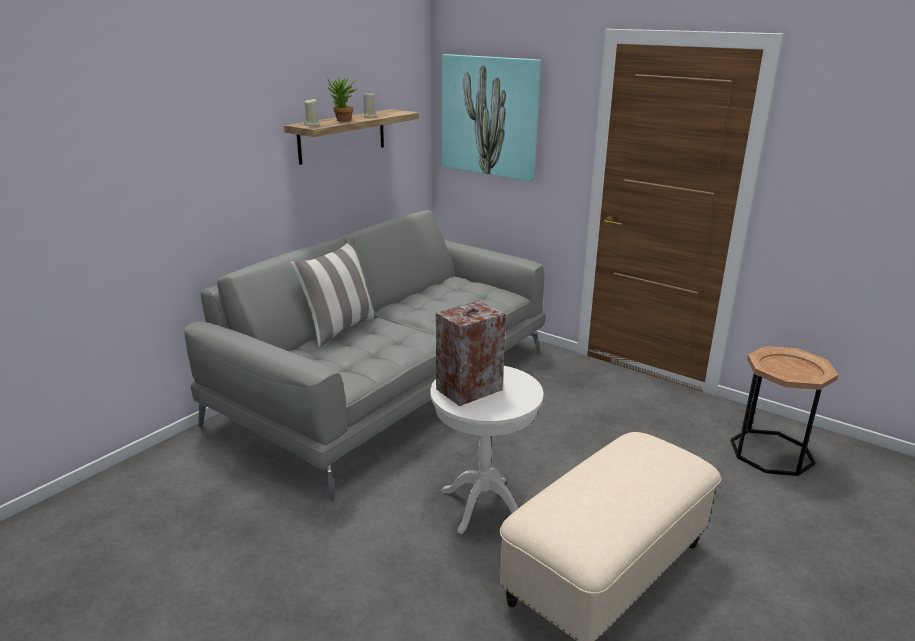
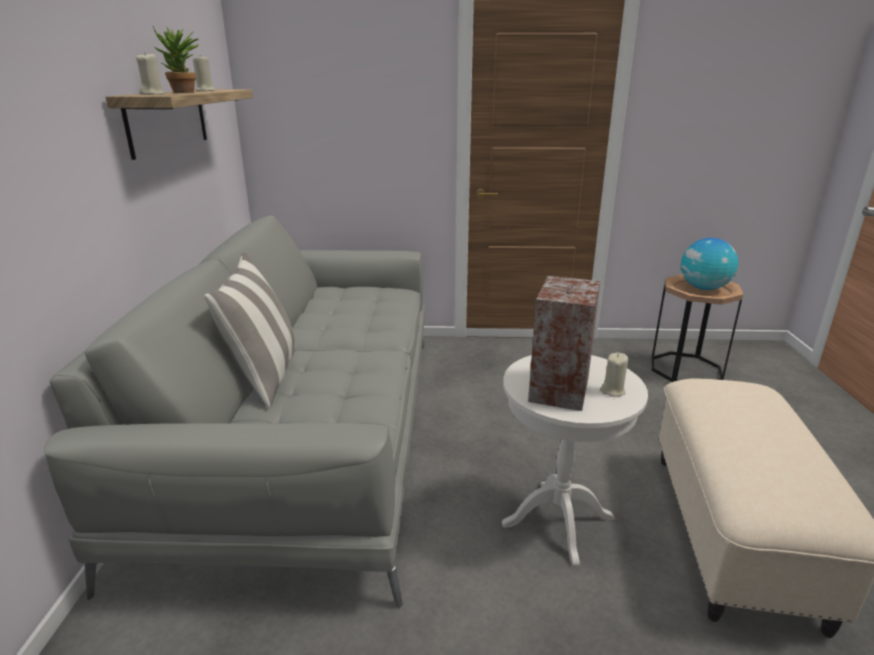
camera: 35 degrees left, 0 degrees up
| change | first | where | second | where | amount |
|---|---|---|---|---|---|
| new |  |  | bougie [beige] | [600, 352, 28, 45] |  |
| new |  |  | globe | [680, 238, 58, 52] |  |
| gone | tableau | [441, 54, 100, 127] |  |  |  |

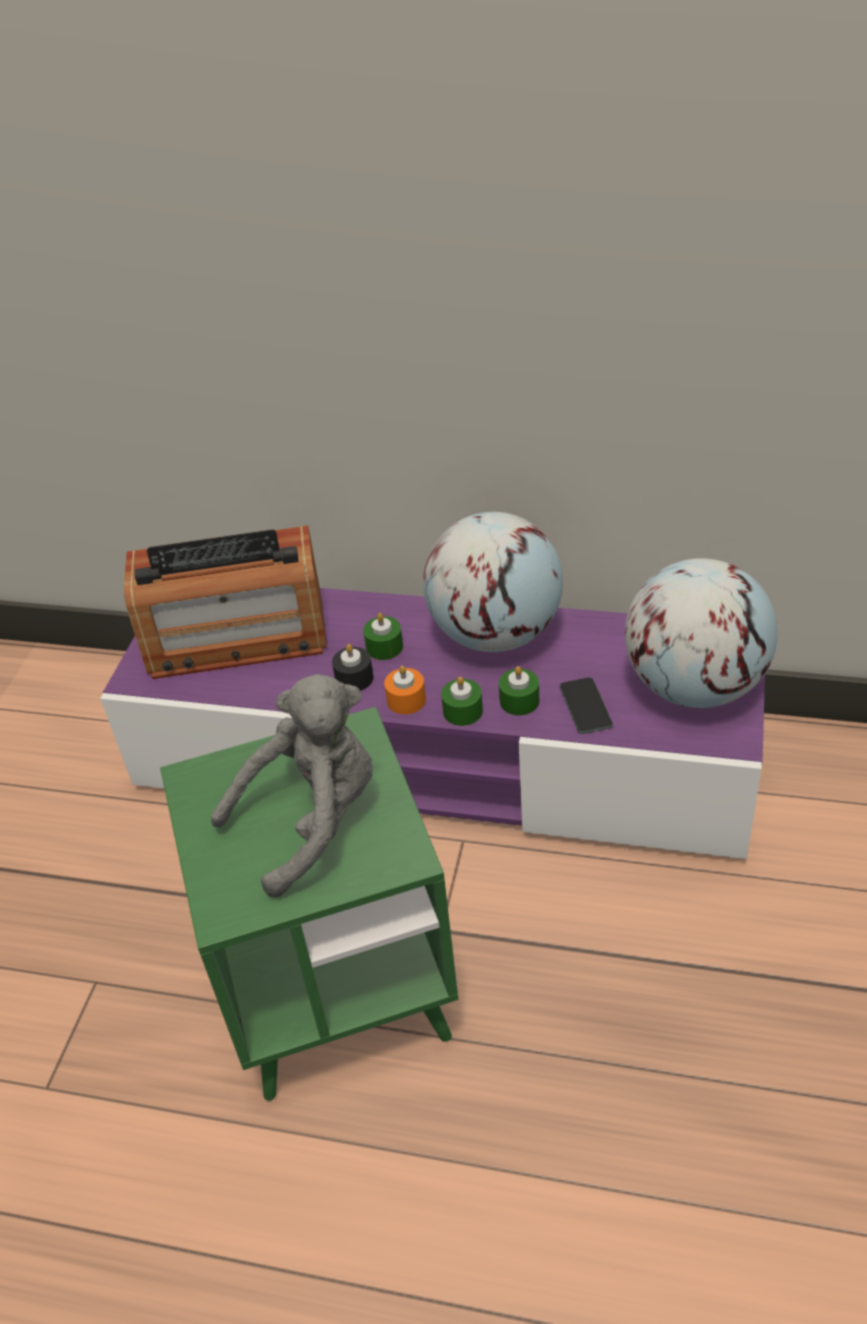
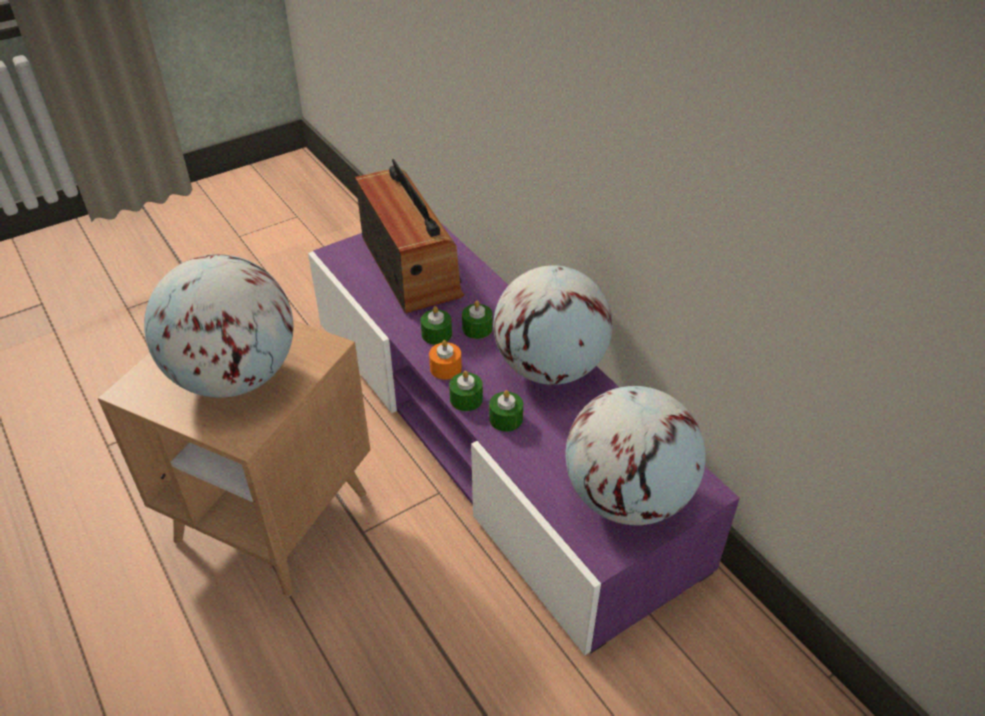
camera: 40 degrees right, 0 degrees up
| change | first | where | second | where | amount |
|---|---|---|---|---|---|
| repainted | table d'appoint [vert] | [160, 707, 298, 394] | table d'appoint [marron] | [98, 320, 273, 277] |  |
| swapped | peluche [gris] | [211, 674, 162, 224] | globe | [144, 254, 149, 144] |  |
| rotated | radio | [124, 525, 203, 154] |  | [355, 159, 109, 154] | 150 degrees counterclockwise |
| repainted | bougie [noir] | [332, 644, 42, 47] | bougie [vert] | [421, 306, 31, 39] |  |
| gone | téléphone | [560, 677, 53, 57] |  |  |  |

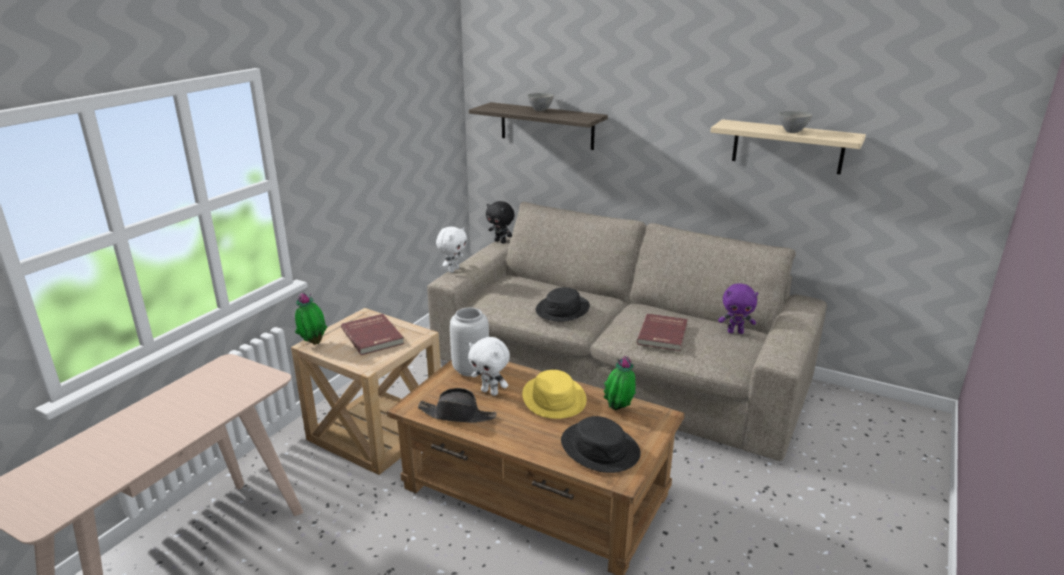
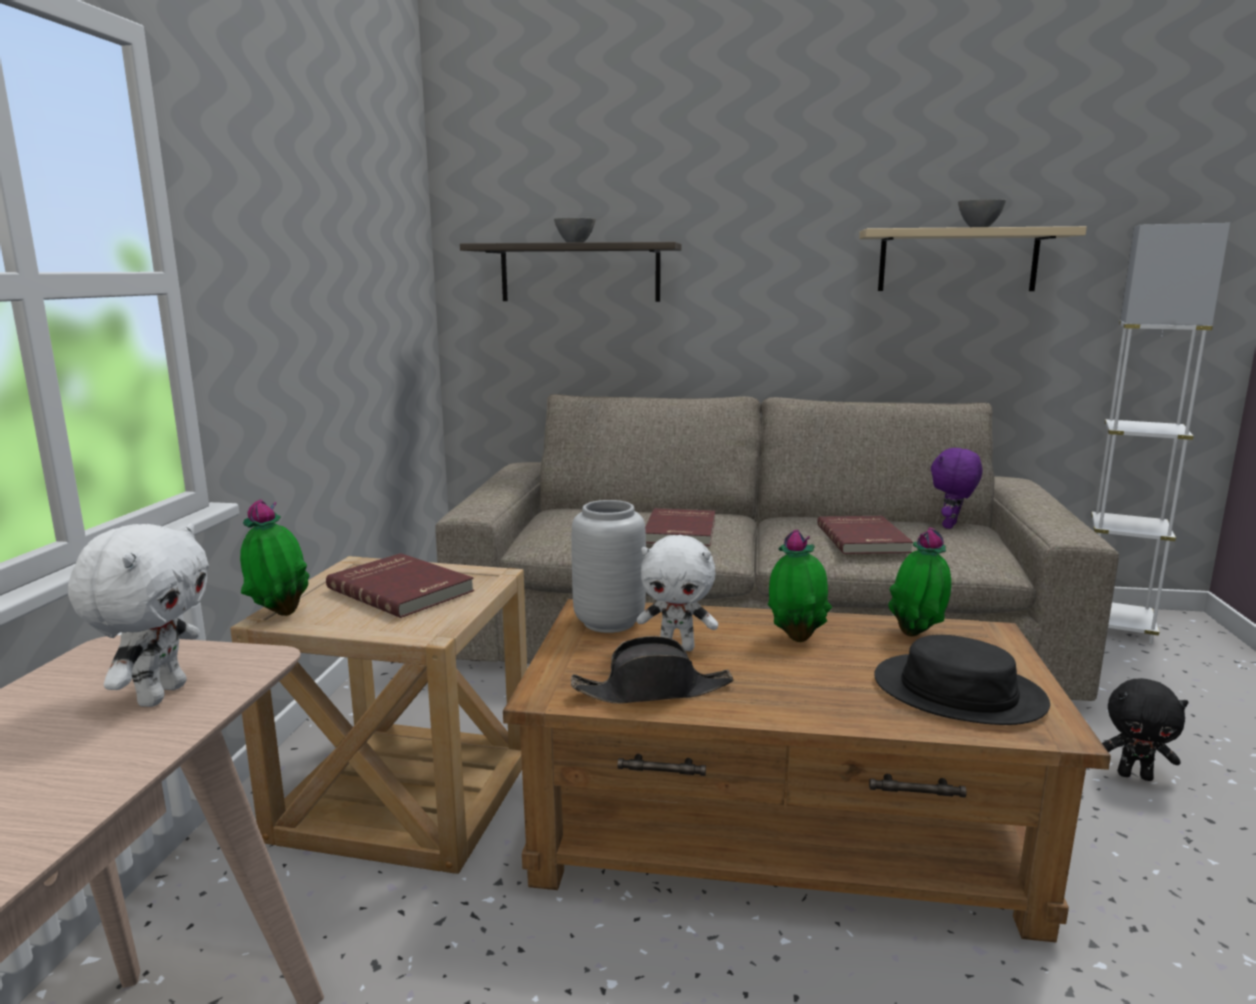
camera: 20 degrees left, 10 degrees down
| change | first | where | second | where | amount |
|---|---|---|---|---|---|
| shifted | peluche [blanc] | [436, 226, 31, 47] |  | [68, 523, 141, 184] |  |
| swapped | chapeau [noir] | [535, 287, 55, 35] | livre [rouge] | [645, 508, 70, 38] |  |
| swapped | chapeau [jaune] | [522, 370, 65, 49] | plante en pot | [768, 529, 64, 113] |  |
| rotated | peluche [violet] | [718, 283, 40, 51] |  | [931, 448, 51, 81] | 135 degrees clockwise |
| new |  |  | lampadaire [blanc] | [1091, 223, 139, 421] |  |
| shifted | peluche [noir] | [486, 201, 29, 43] |  | [1102, 678, 86, 103] |  |

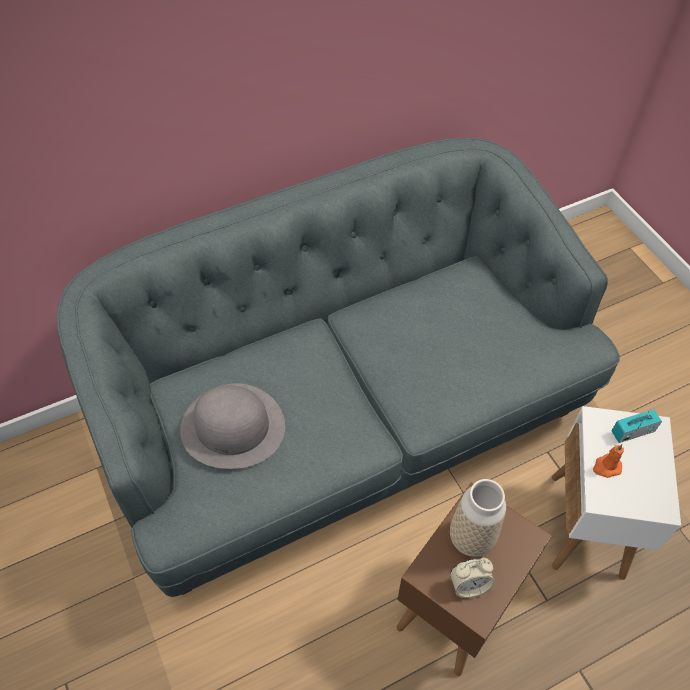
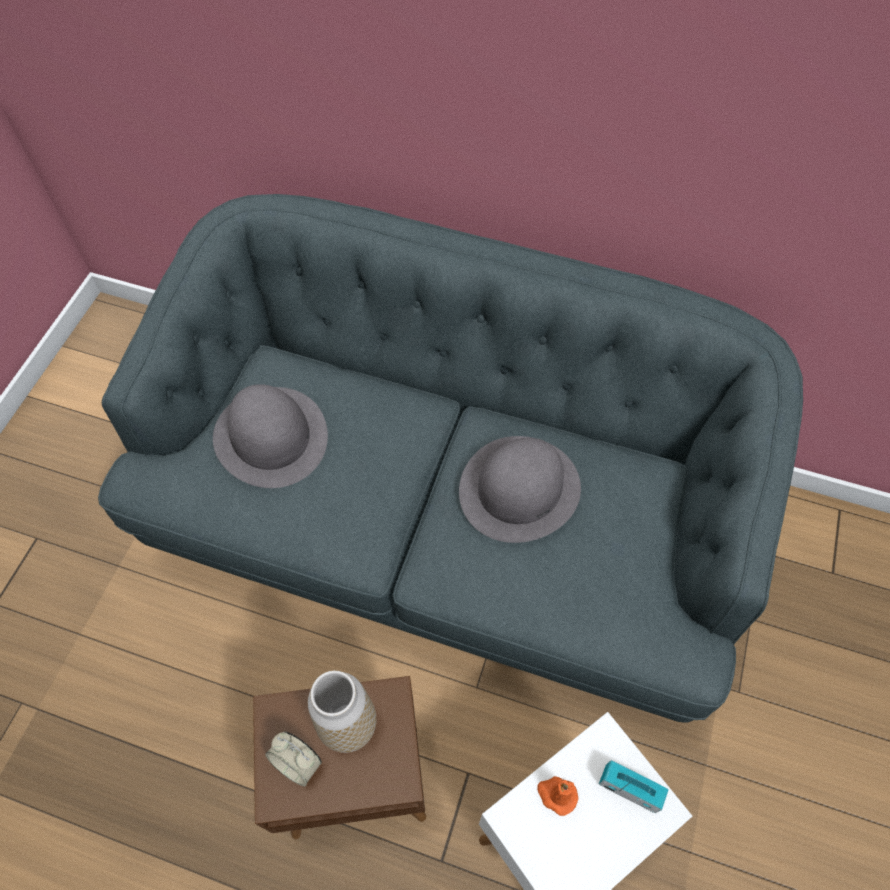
camera: 45 degrees right, 5 degrees up
| change | first | where | second | where | amount |
|---|---|---|---|---|---|
| new |  |  | chapeau [gris] | [459, 436, 122, 107] |  |

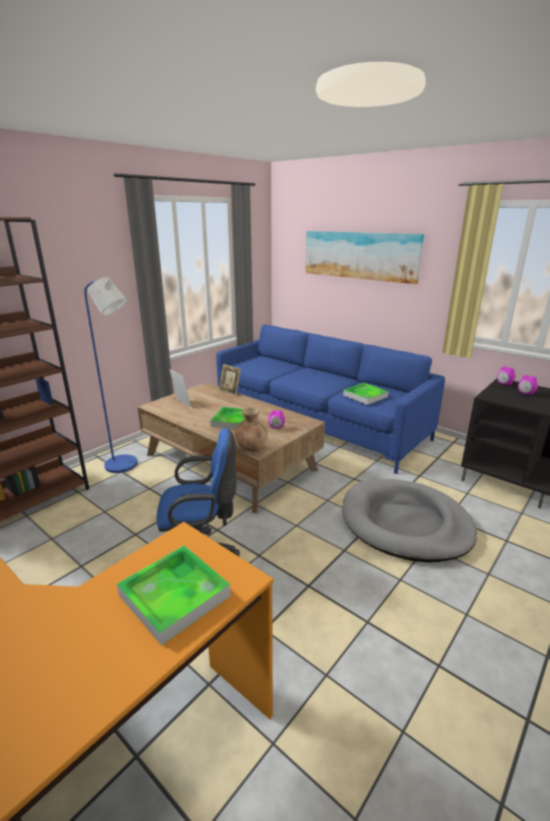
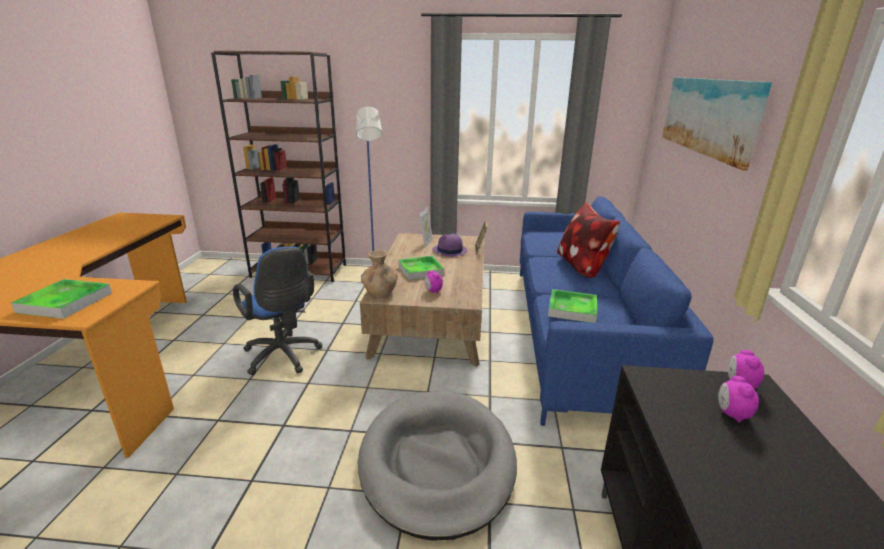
camera: 55 degrees right, 0 degrees up
| change | first | where | second | where | amount |
|---|---|---|---|---|---|
| new |  |  | chapeau [violet] | [432, 234, 36, 23] |  |
| new |  |  | coussin | [557, 202, 63, 76] |  |

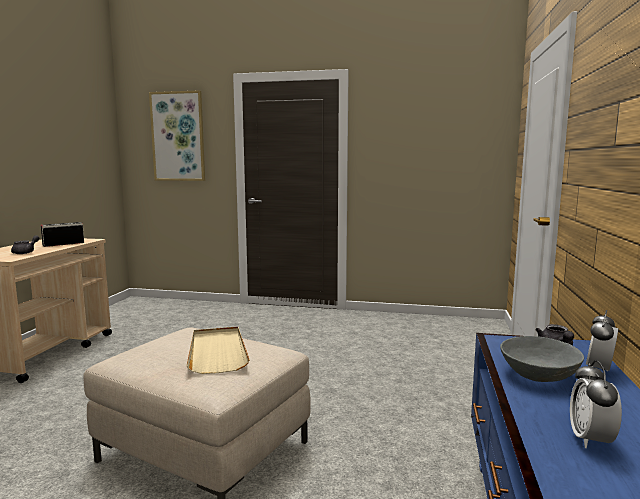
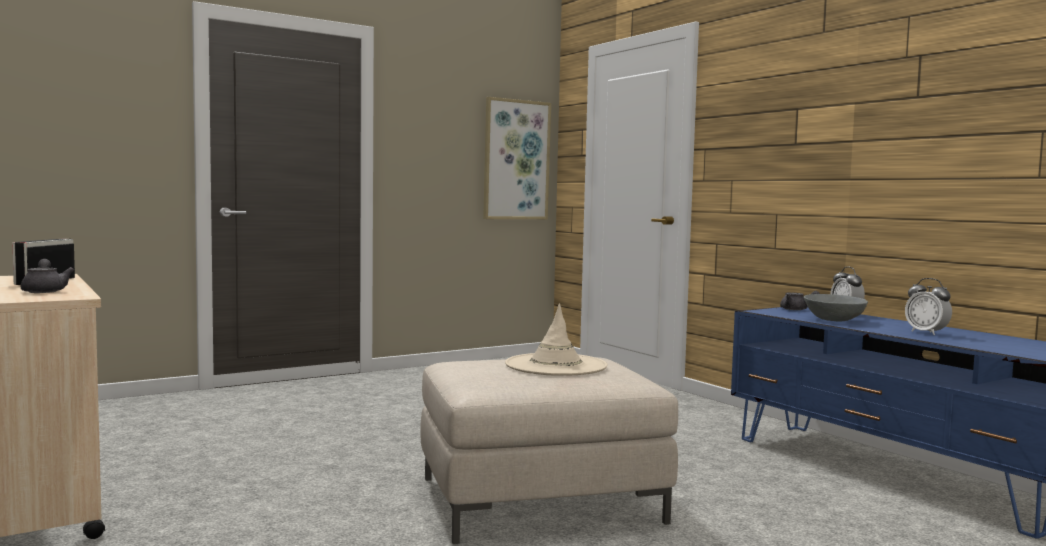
camera: 45 degrees left, 5 degrees down
| change | first | where | second | where | amount |
|---|---|---|---|---|---|
| shifted | tableau | [149, 90, 56, 91] |  | [483, 97, 68, 122] |  |
| swapped | plateau [beige] | [186, 327, 64, 47] | chapeau [beige] | [505, 303, 102, 73] |  |

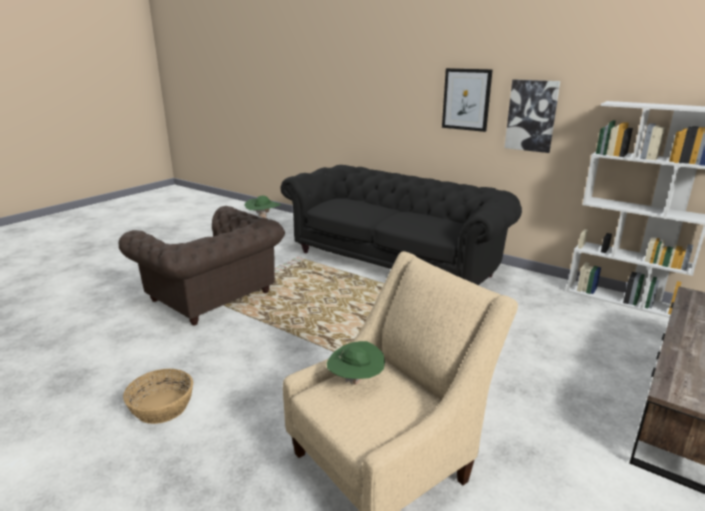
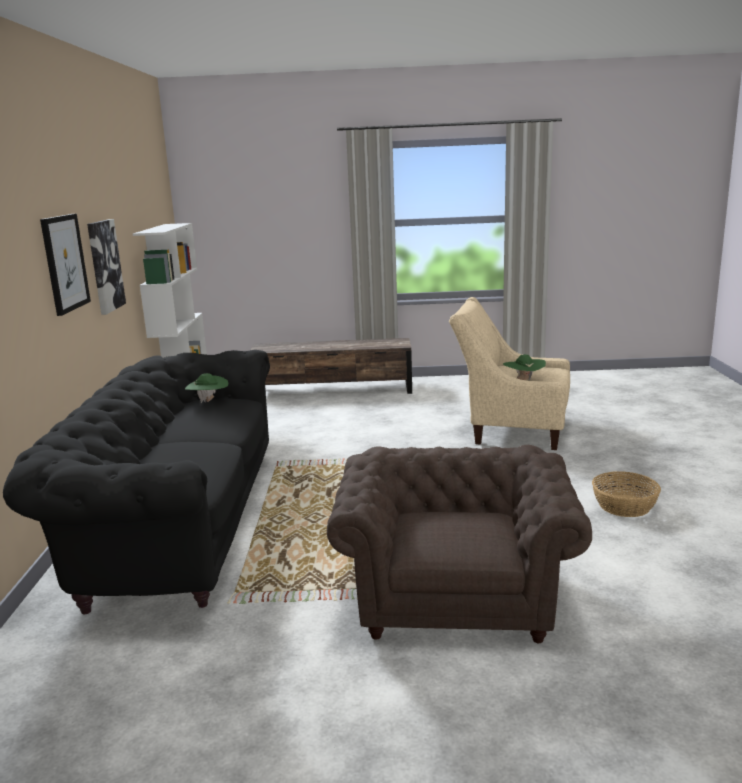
camera: 125 degrees left, 5 degrees down
| change | first | where | second | where | amount |
|---|---|---|---|---|---|
| shifted | chapeau [vert] | [245, 195, 36, 23] |  | [185, 373, 44, 30] |  |

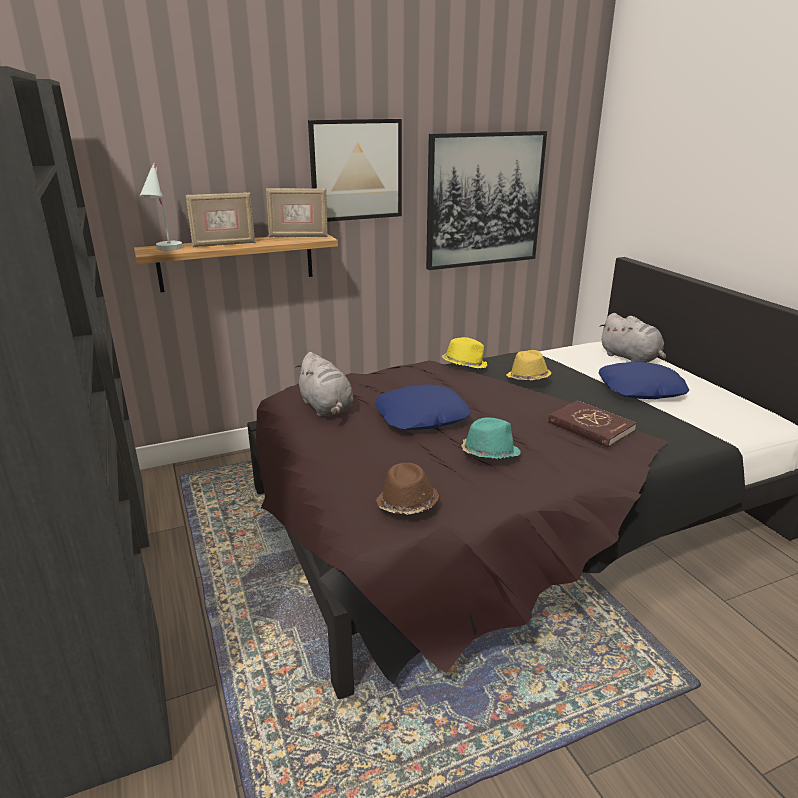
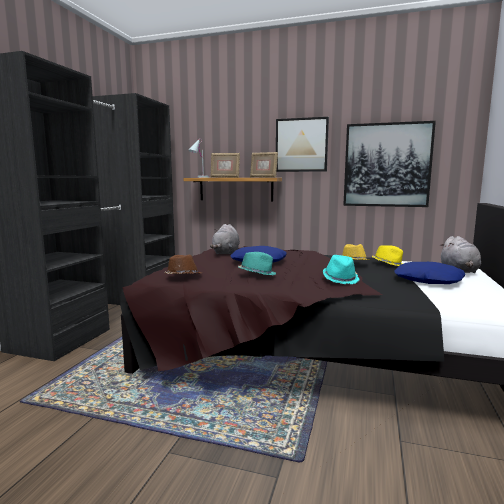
camera: 40 degrees right, 15 degrees down
| change | first | where | second | where | amount |
|---|---|---|---|---|---|
| swapped | livre [rouge] | [548, 400, 89, 47] | chapeau [turquoise] | [323, 255, 37, 29] |  |
| shifted | chapeau [jaune] | [442, 337, 45, 31] |  | [372, 245, 31, 21] |  |

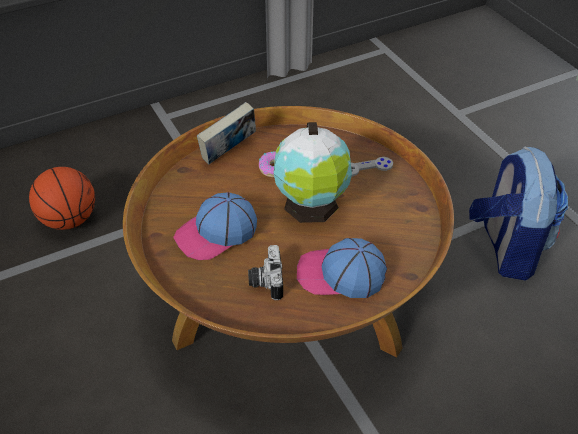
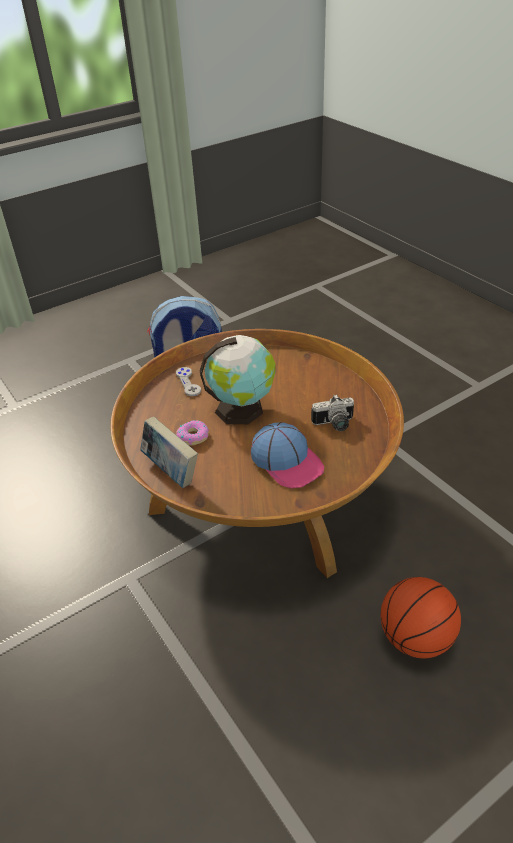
camera: 95 degrees left, 5 degrees down
| change | first | where | second | where | amount |
|---|---|---|---|---|---|
| shifted | ballon de basket | [29, 167, 66, 63] |  | [381, 577, 80, 81] |  |
| gone | casquette | [297, 238, 90, 60] |  |  |  |

